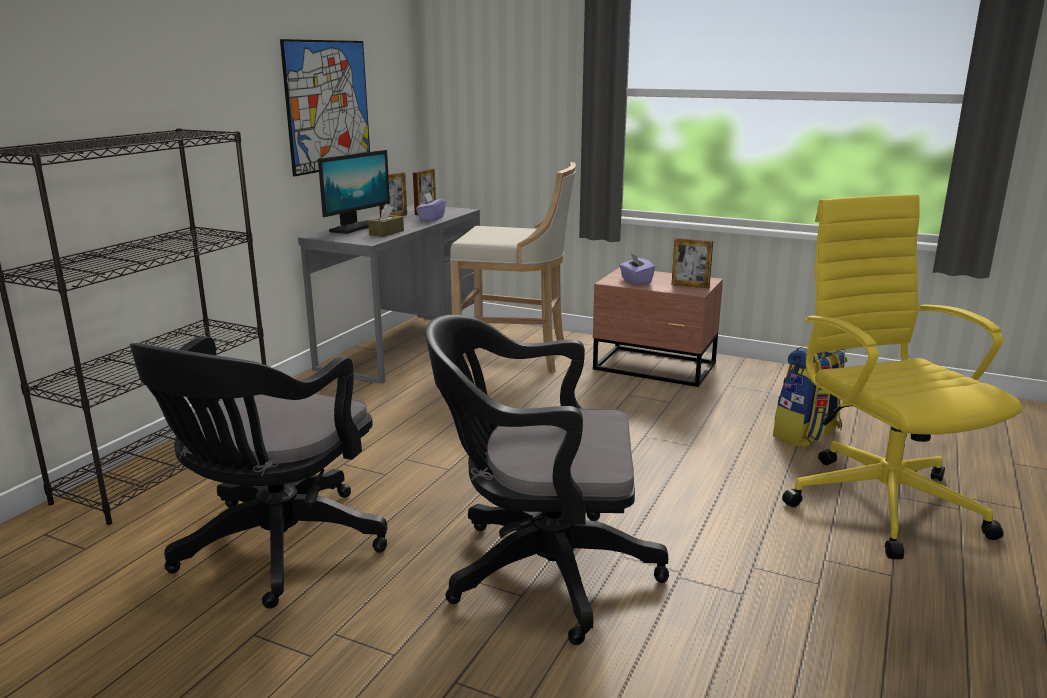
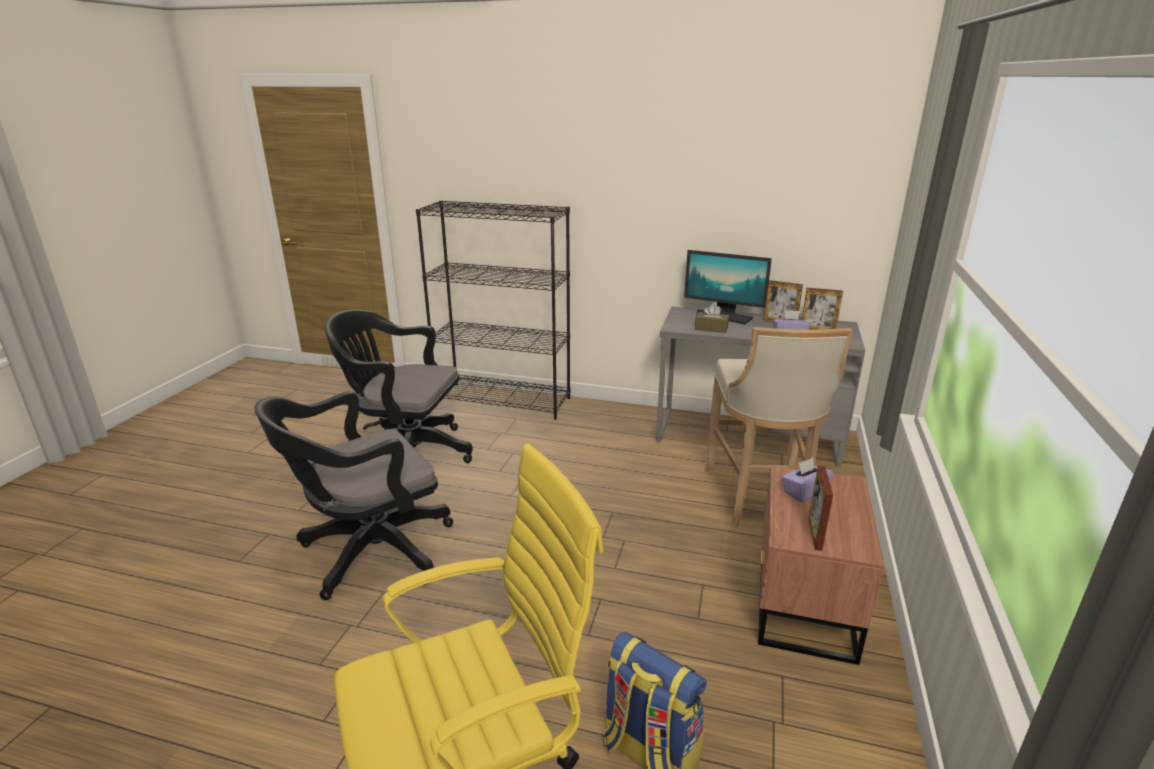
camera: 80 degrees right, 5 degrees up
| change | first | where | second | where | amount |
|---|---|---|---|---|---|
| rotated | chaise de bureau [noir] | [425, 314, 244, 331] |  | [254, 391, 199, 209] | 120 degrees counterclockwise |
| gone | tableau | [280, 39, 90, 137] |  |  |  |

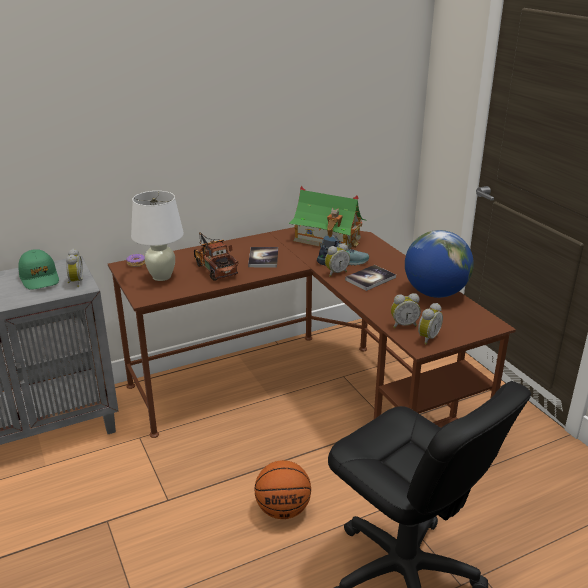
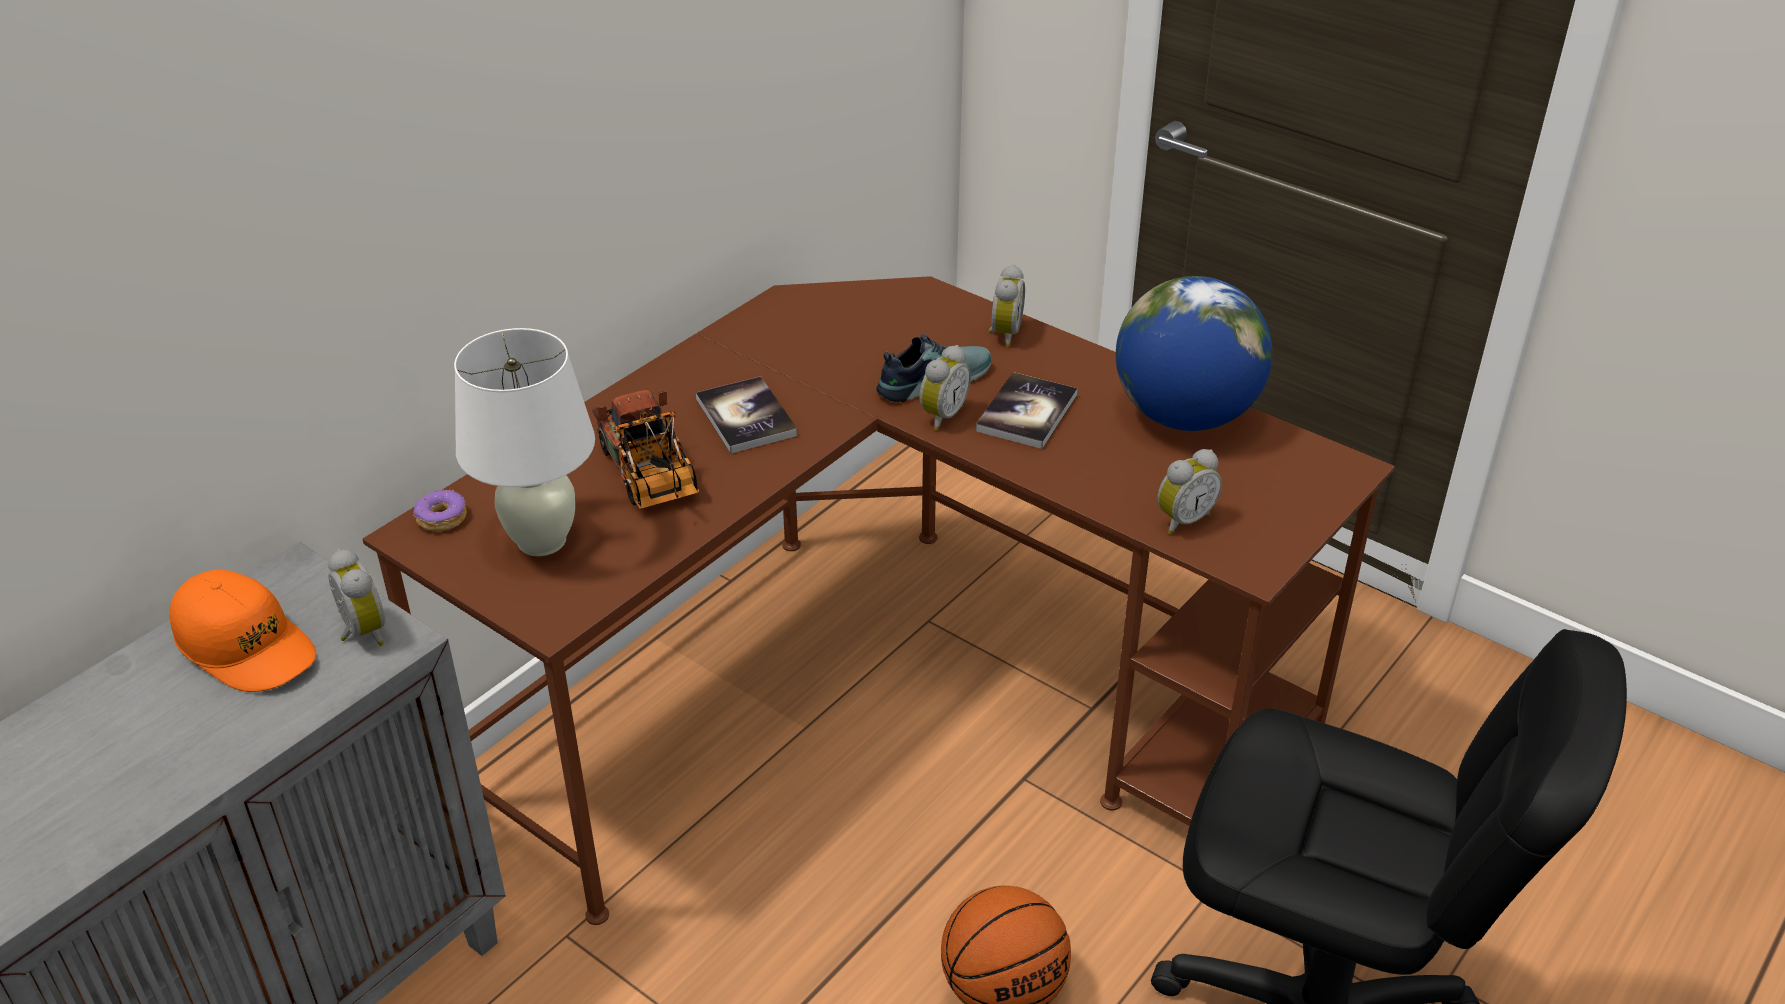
camera: 25 degrees left, 10 degrees up
| change | first | where | second | where | amount |
|---|---|---|---|---|---|
| repainted | casquette [vert] | [18, 249, 41, 40] | casquette [orange] | [170, 569, 146, 123] |  |
| rotated | camion jouet | [194, 232, 44, 49] |  | [592, 390, 107, 119] | 150 degrees counterclockwise |
| shifted | réveil | [418, 303, 25, 41] |  | [988, 264, 37, 83] |  |
| gone | maison miniature | [288, 186, 79, 63] |  |  |  |

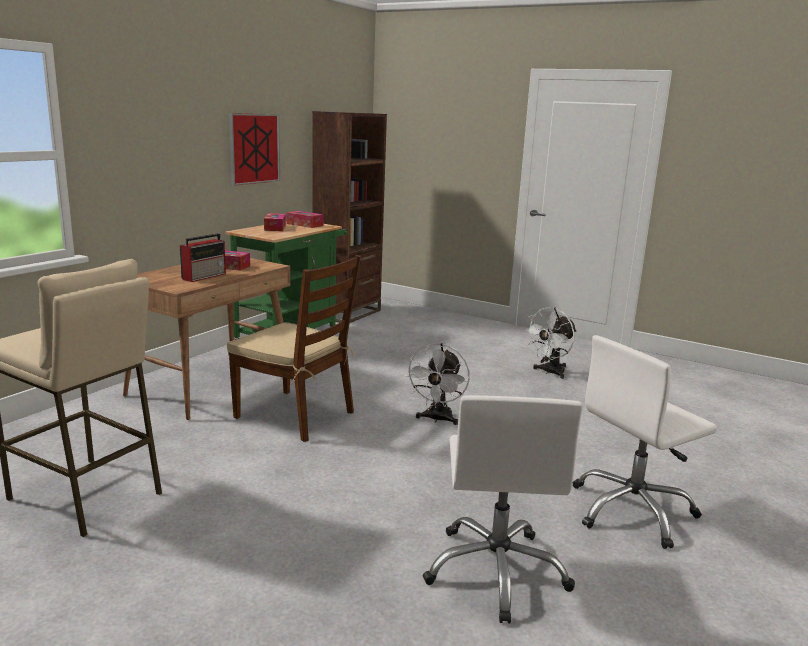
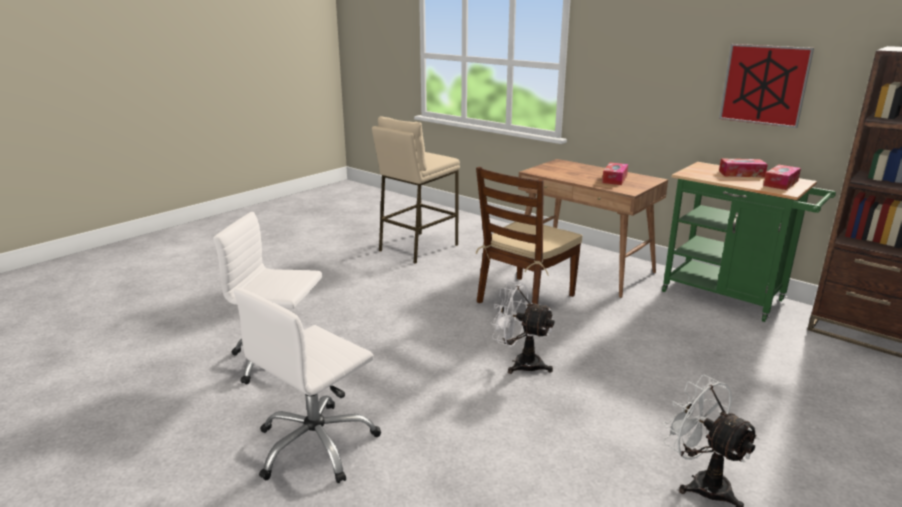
camera: 100 degrees right, 5 degrees up
| change | first | where | second | where | amount |
|---|---|---|---|---|---|
| rotated | chaise de bureau [blanc] | [573, 335, 144, 214] |  | [234, 288, 147, 196] | 120 degrees counterclockwise |
| gone | radio | [180, 233, 46, 49] |  |  |  |

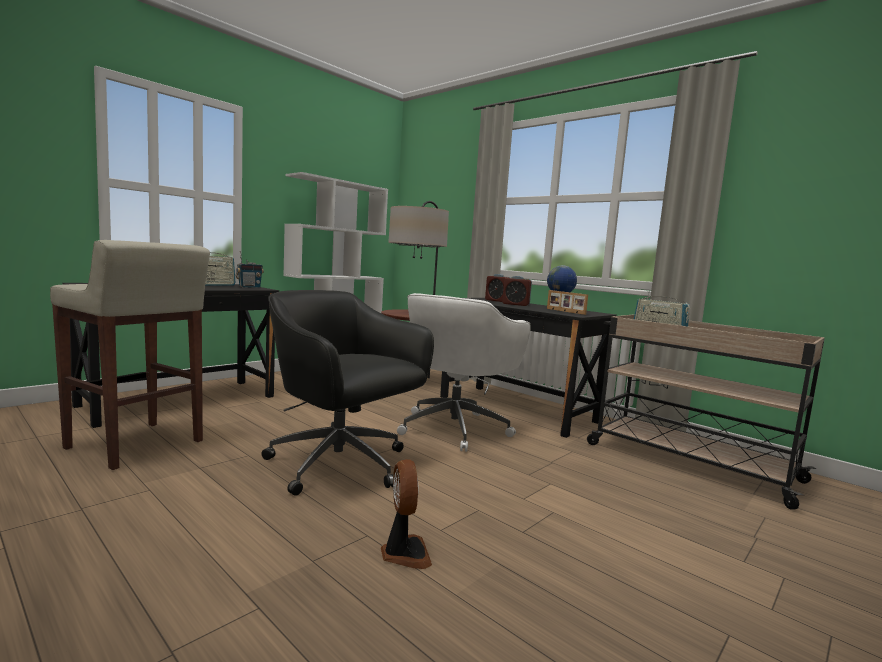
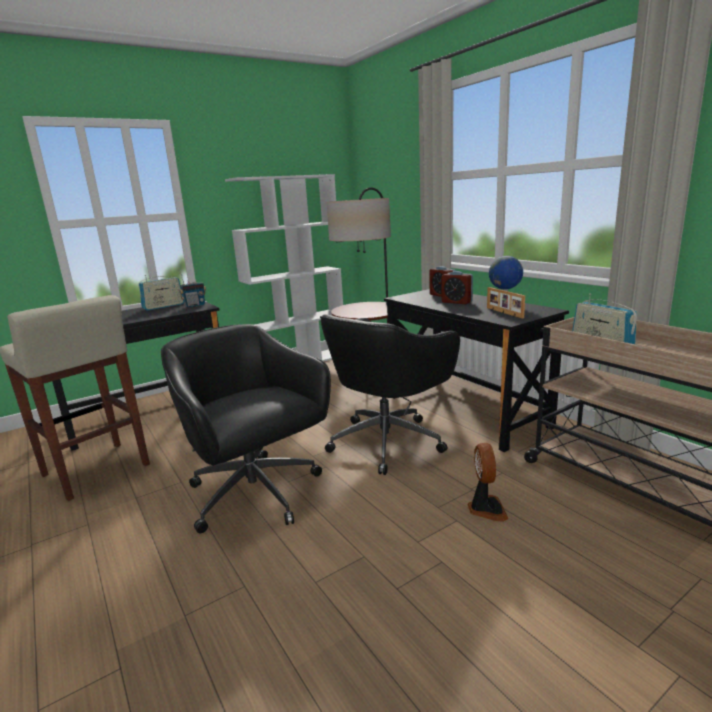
camera: 15 degrees right, 10 degrees up
| change | first | where | second | where | amount |
|---|---|---|---|---|---|
| repainted | chaise de bureau [blanc] | [397, 293, 134, 159] | chaise de bureau [noir] | [320, 314, 140, 161] |  |
| shifted | ventilateur | [381, 459, 51, 110] |  | [468, 443, 41, 79] |  |

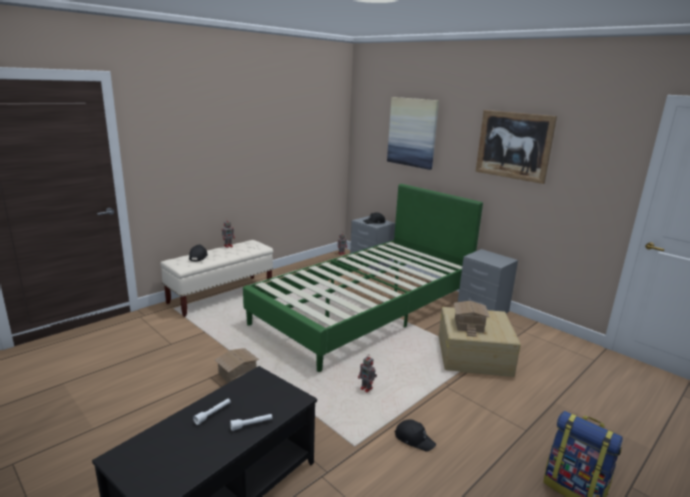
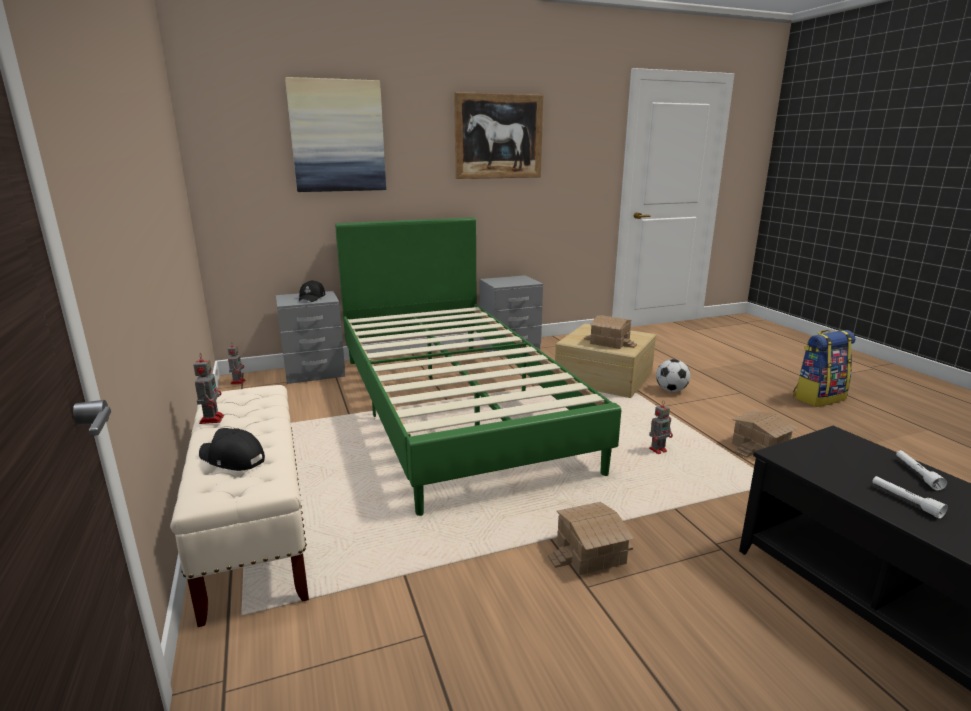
camera: 65 degrees left, 0 degrees up
| change | first | where | second | where | amount |
|---|---|---|---|---|---|
| new |  |  | ballon de foot | [656, 359, 34, 33] |  |
| swapped | casquette [noir] | [395, 420, 41, 32] | maison miniature | [732, 411, 66, 47] |  |

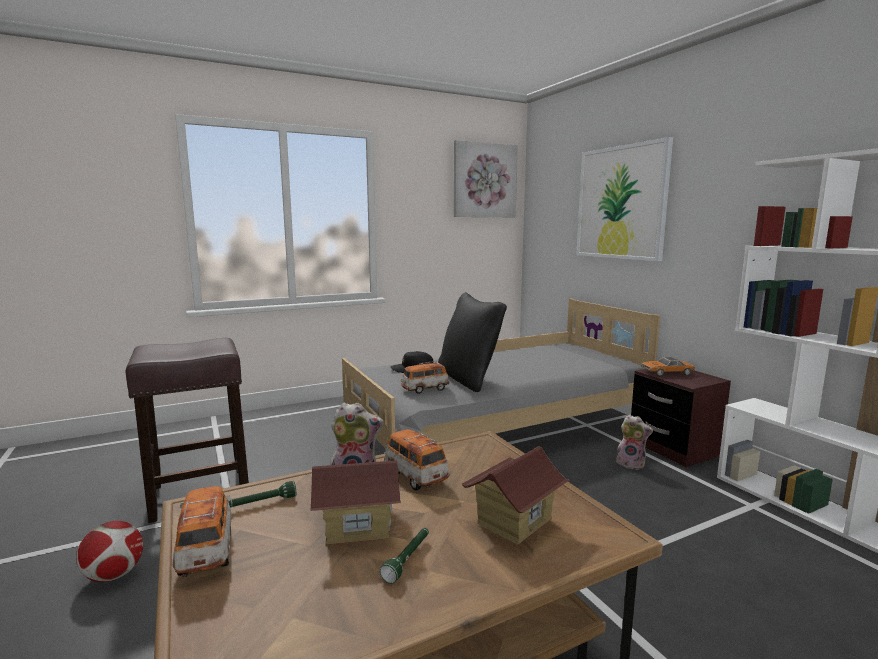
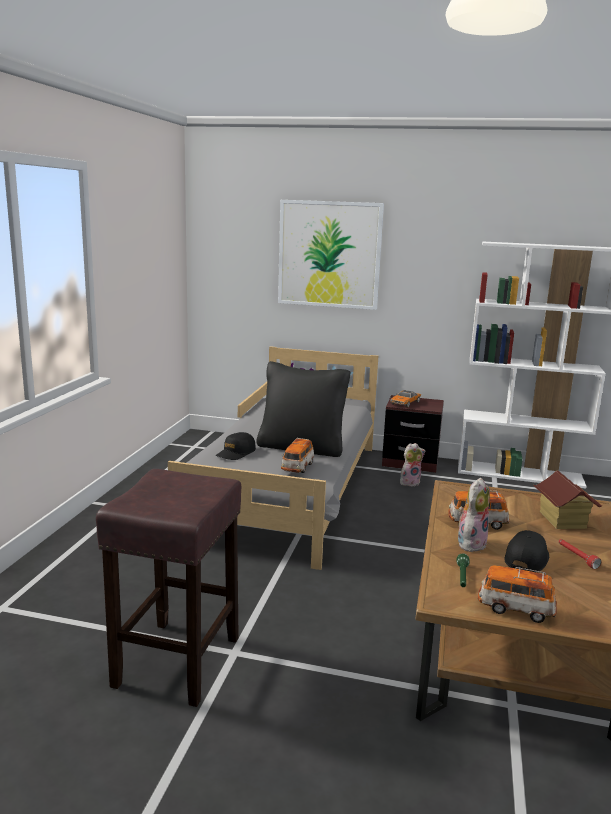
camera: 50 degrees left, 5 degrees up
| change | first | where | second | where | amount |
|---|---|---|---|---|---|
| swapped | maison miniature | [310, 460, 91, 85] | casquette [noir] | [505, 530, 44, 42] |  |
| repainted | lampe de poche [vert] | [380, 528, 49, 56] | lampe de poche [rouge] | [559, 539, 43, 30] |  |
| gone | ballon de foot | [76, 521, 67, 61] |  |  |  |
| gone | tableau | [454, 140, 64, 77] |  |  |  |

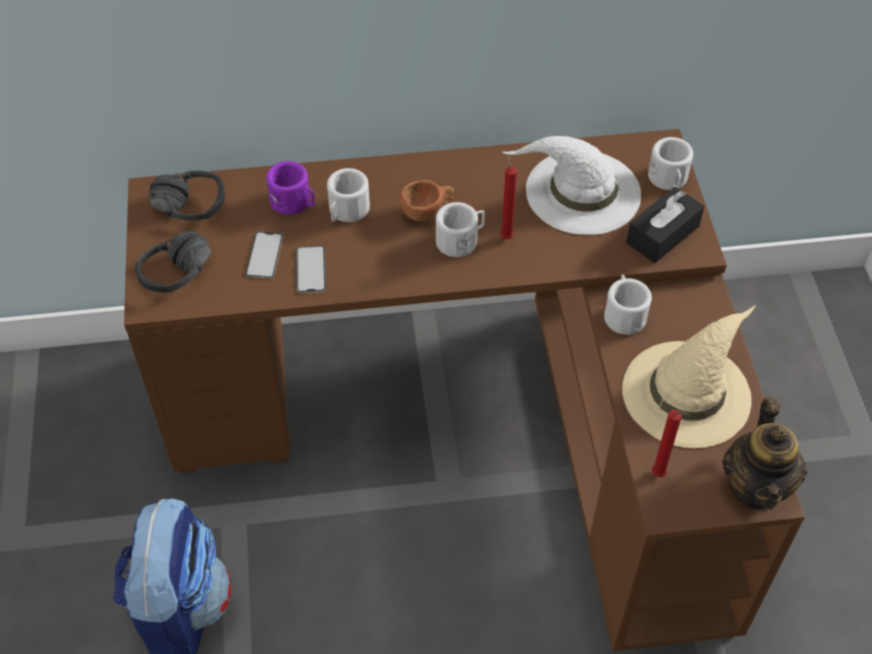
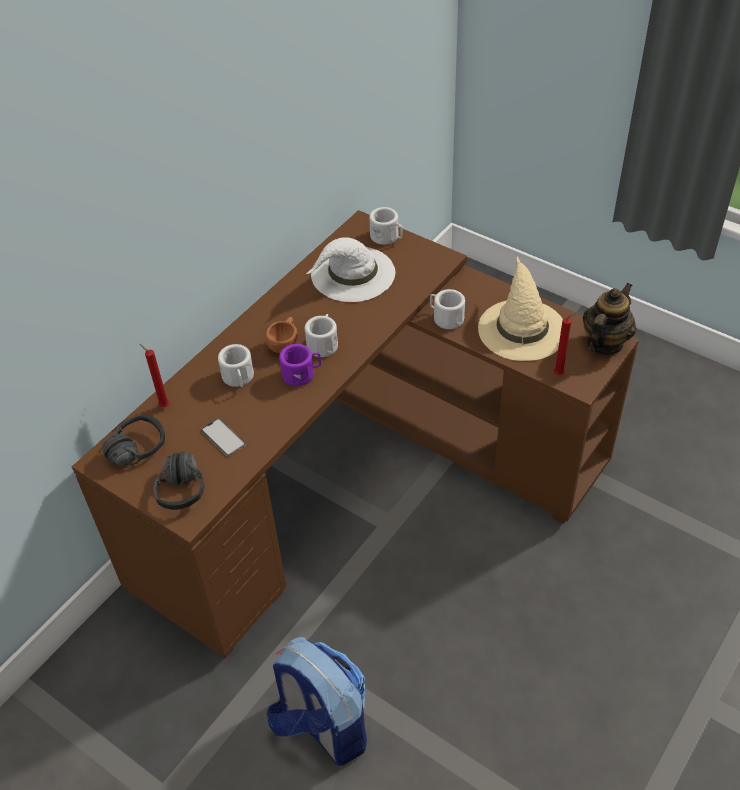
camera: 45 degrees left, 5 degrees down
| change | first | where | second | where | amount |
|---|---|---|---|---|---|
| shifted | bougie [rouge] | [500, 154, 17, 85] |  | [140, 344, 29, 63] |  |
| shifted | mug [violet] | [266, 161, 49, 54] |  | [279, 344, 42, 42] |  |
| rotated | théière | [722, 397, 86, 113] |  | [583, 283, 53, 72] | 105 degrees counterclockwise |
| gone | téléphone | [296, 246, 30, 47] |  |  |  |
| gone | boîte à mouchoirs [noir] | [626, 187, 78, 76] |  |  |  |

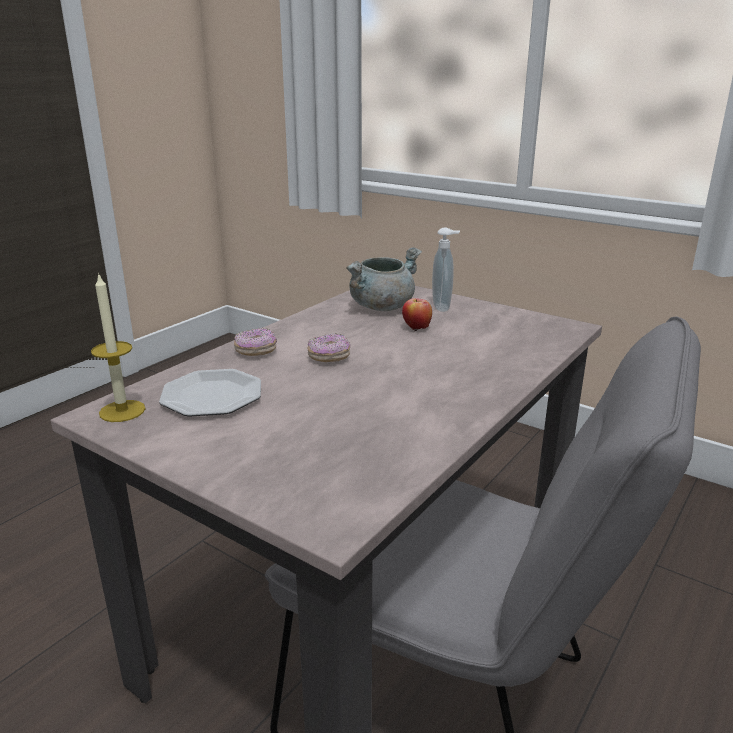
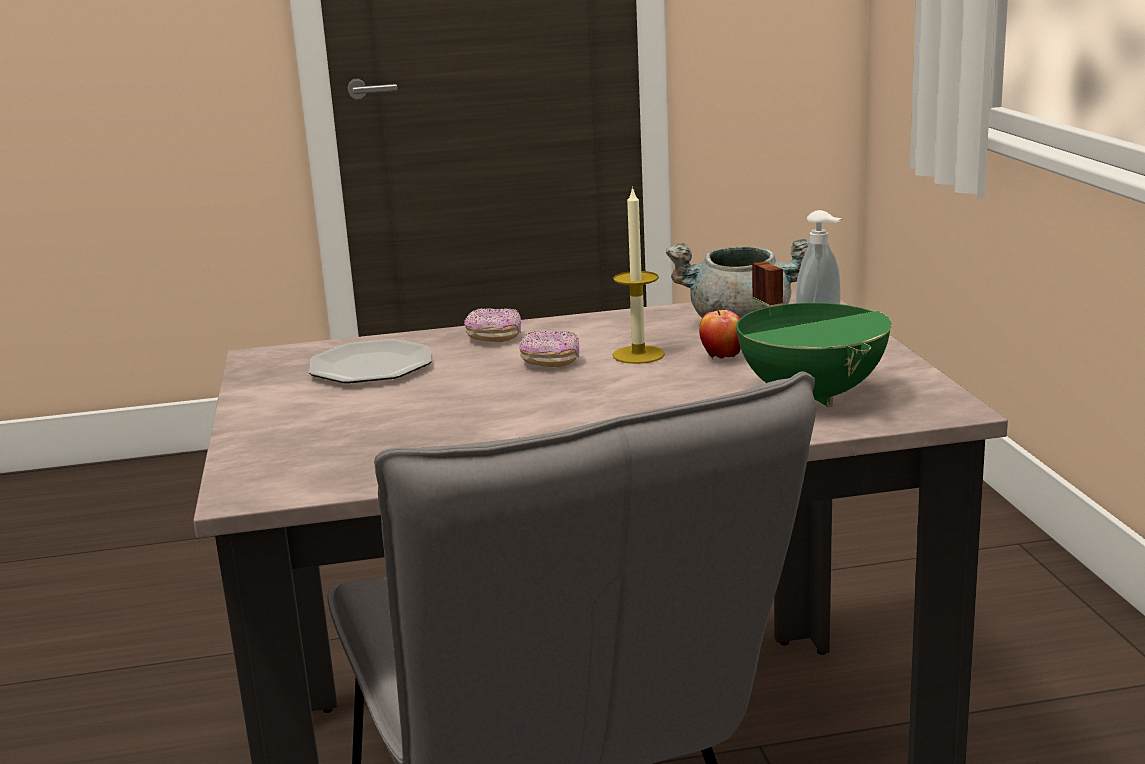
camera: 45 degrees right, 5 degrees down
| change | first | where | second | where | amount |
|---|---|---|---|---|---|
| shifted | bougie | [91, 272, 55, 150] |  | [613, 186, 52, 178] |  |
| new |  |  | marmite [vert] | [736, 261, 156, 146] |  |

